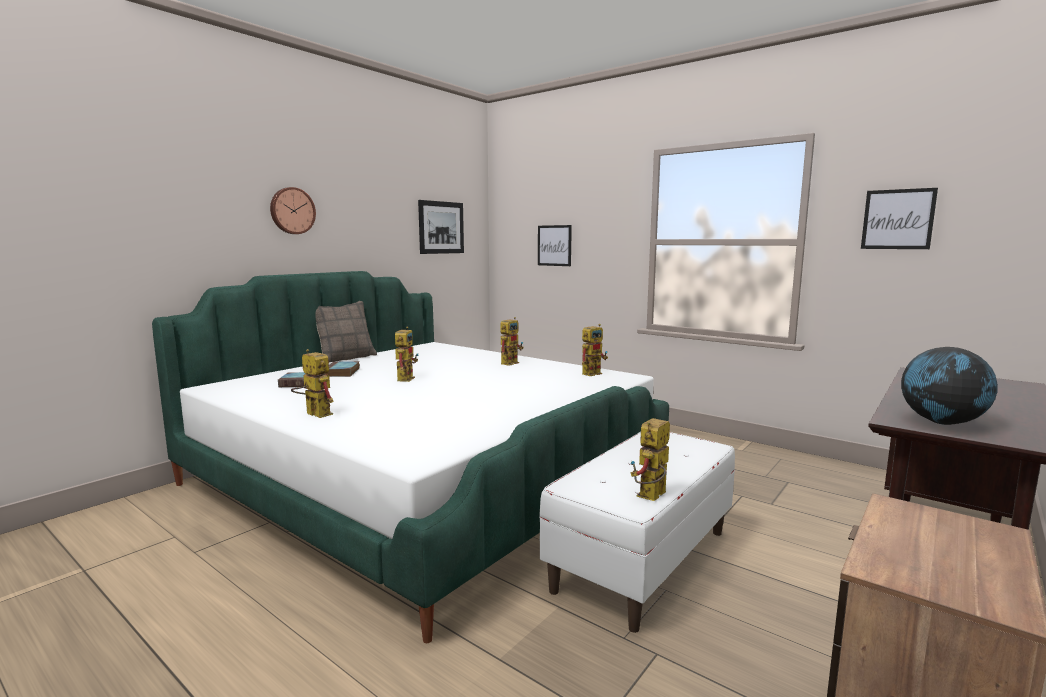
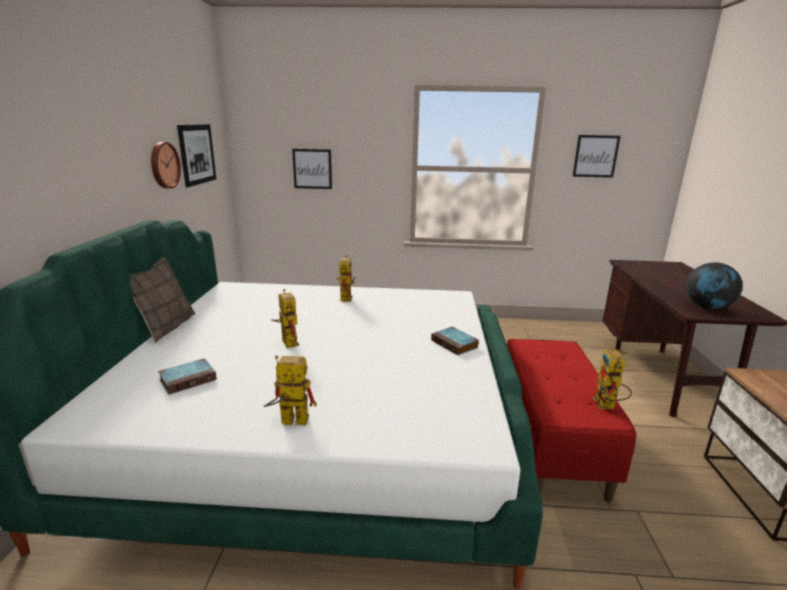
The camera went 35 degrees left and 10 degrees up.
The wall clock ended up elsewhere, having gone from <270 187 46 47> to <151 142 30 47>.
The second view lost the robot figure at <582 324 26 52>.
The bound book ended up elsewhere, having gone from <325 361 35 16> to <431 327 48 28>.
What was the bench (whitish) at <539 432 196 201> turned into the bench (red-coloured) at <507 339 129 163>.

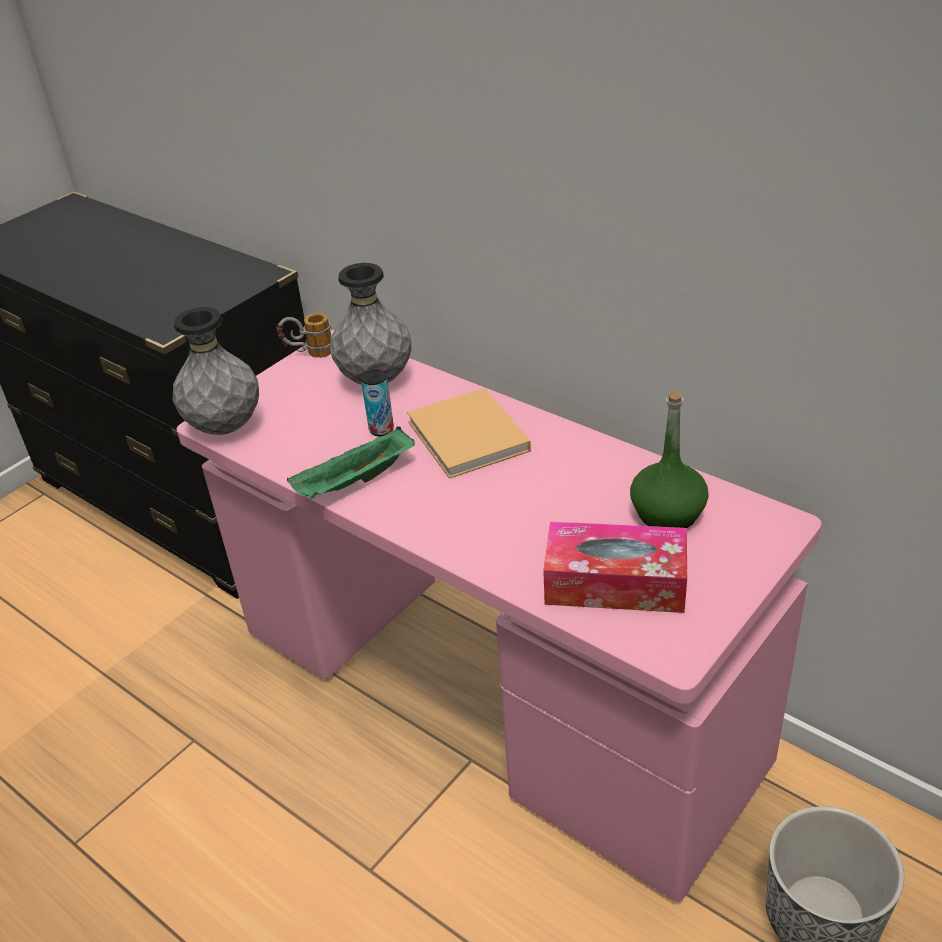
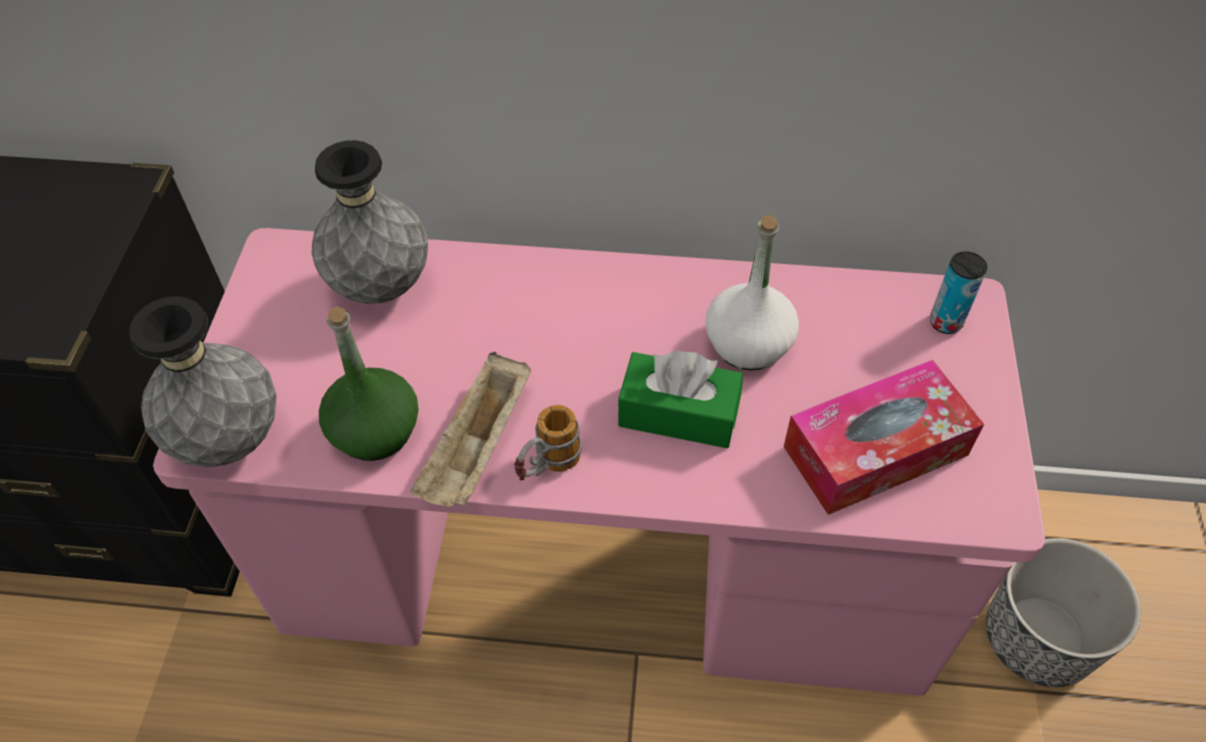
The camera went 35 degrees left and 15 degrees up.
The tea mug ended up elsewhere, having gone from <277 313 54 45> to <514 405 68 76>.
The metal can ended up elsewhere, having gone from <361 369 33 67> to <930 251 57 83>.
The second view lost the bound book (beige-coloured) at <407 388 124 91>.
The beverage bottle (green) ended up elsewhere, having gone from <630 390 79 138> to <319 306 100 155>.
What was the serving tray (green) at <287 427 128 72> turned into the serving tray (beige-coloured) at <410 352 121 155>.
The second view gained the beverage bottle (whitish) at <705 215 94 155>.
The second view gained the tissue holder (green) at <618 351 125 97>.

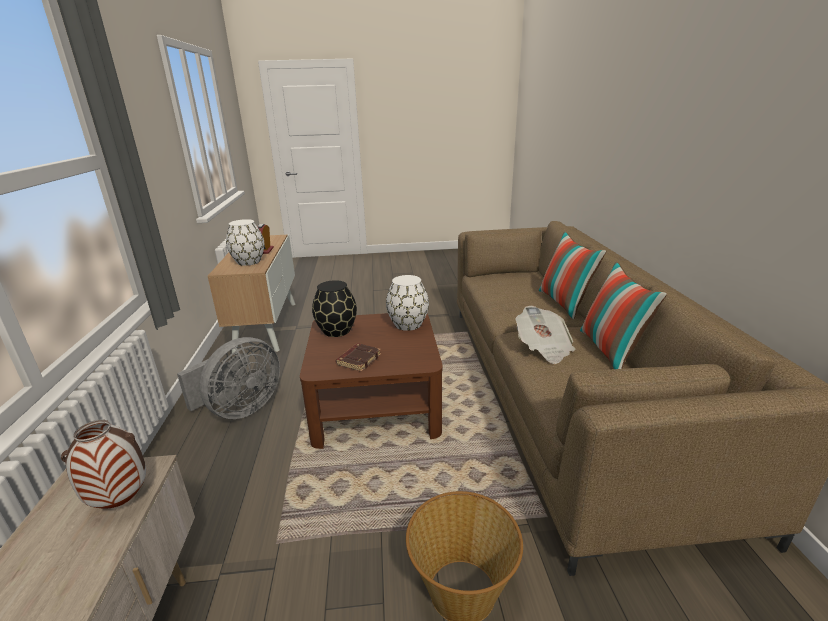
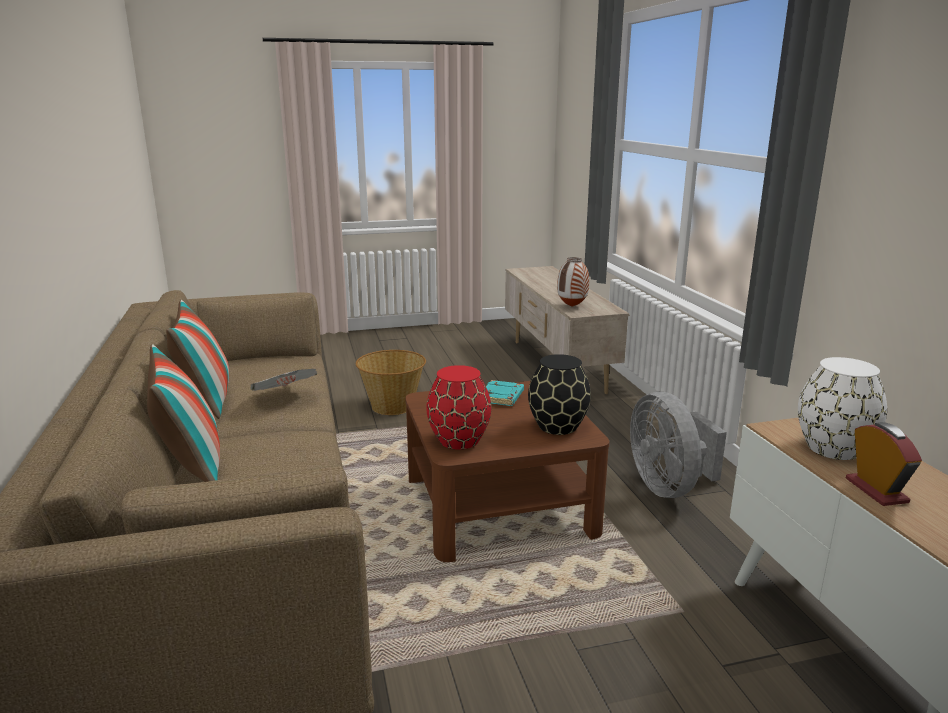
The camera went 170 degrees right and 5 degrees down.
What was the vase (whitish) at <386 275 43 56> turned into the vase (red-coloured) at <426 365 65 85>.
The electric fan (grey) at <177 337 103 82> ended up facing another way, 45 degrees counterclockwise from before.
What was the bound book (brownish) at <335 343 46 29> turned into the bound book (turquoise-coloured) at <486 380 38 26>.

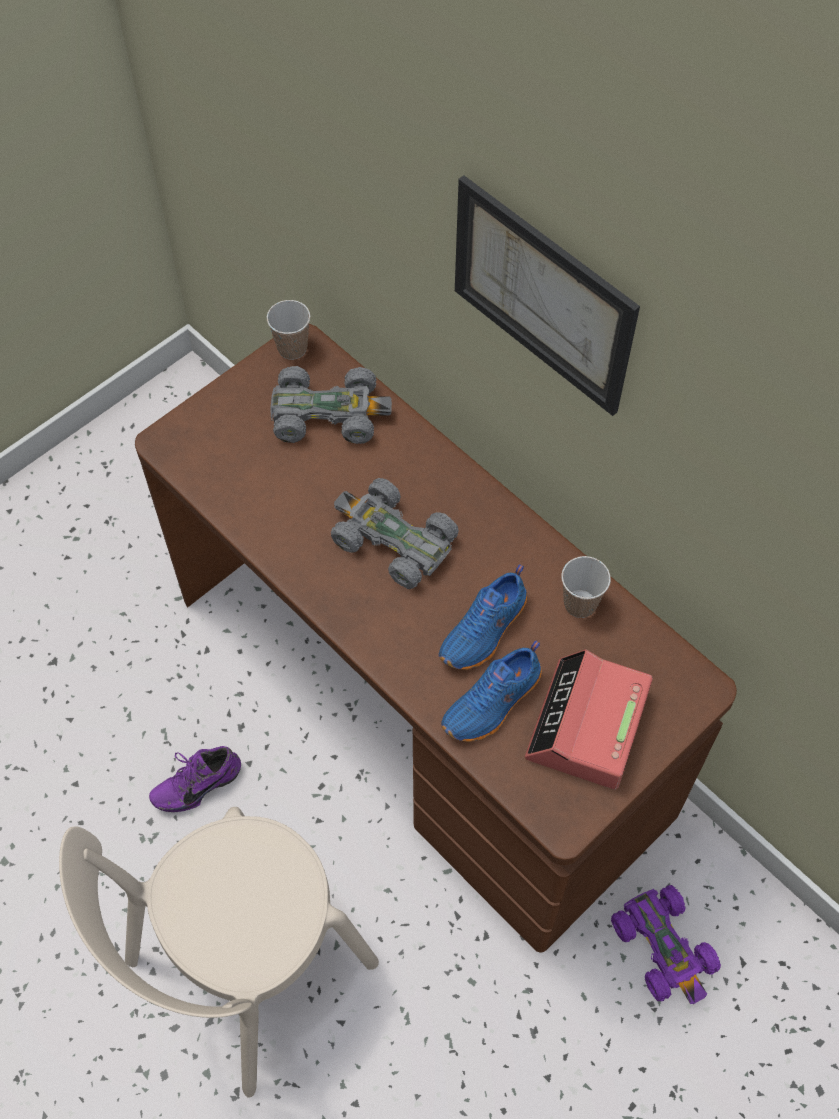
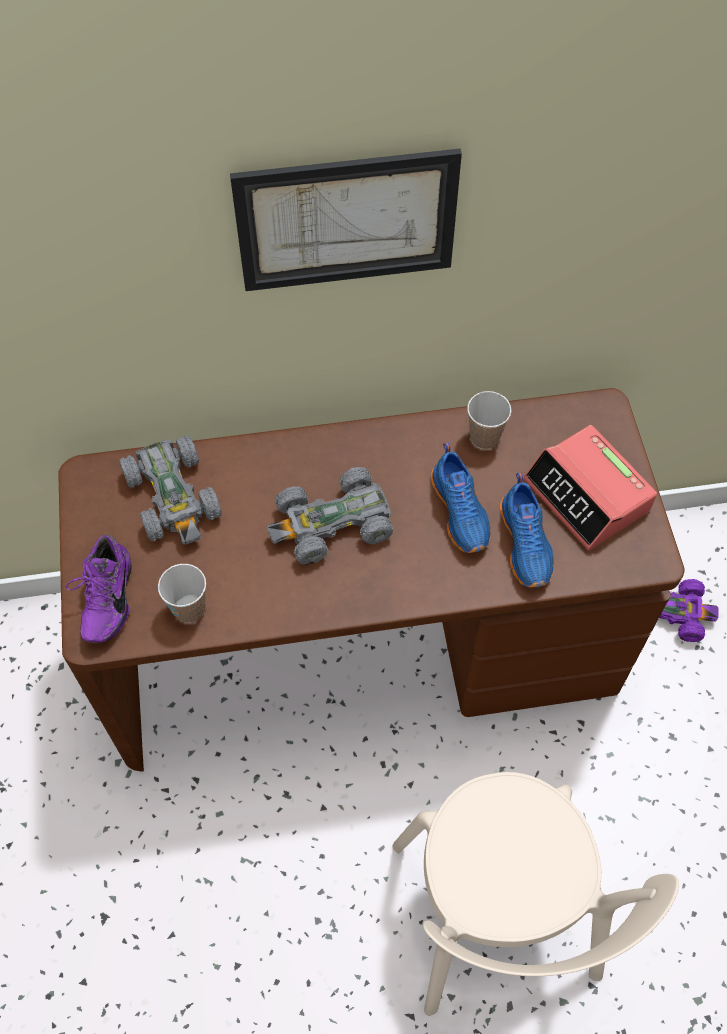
The camera went 55 degrees left and 0 degrees up.
The small cup ended up elsewhere, having gone from <267 300 43 60> to <158 564 48 59>.
The model car (grey) at <270 366 122 78> ended up facing another way, 120 degrees clockwise from before.
The low shoe (purple-coloured) ended up elsewhere, having gone from <149 746 92 66> to <65 535 67 108>.

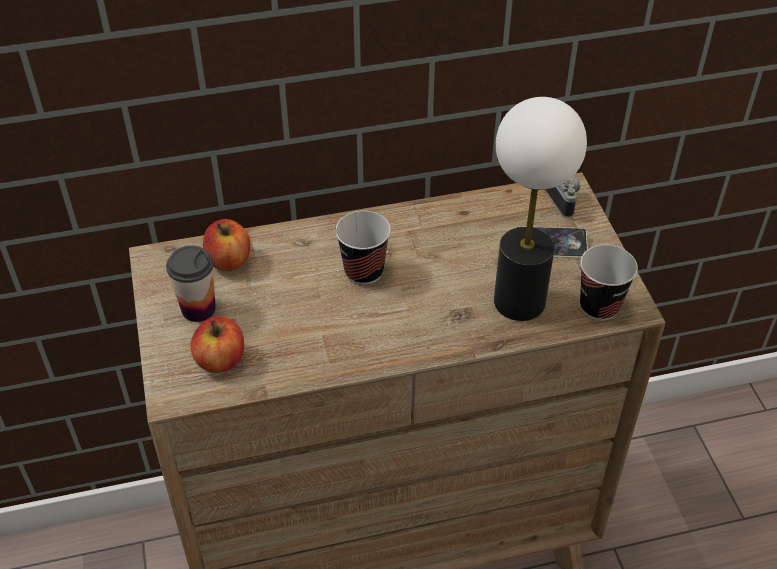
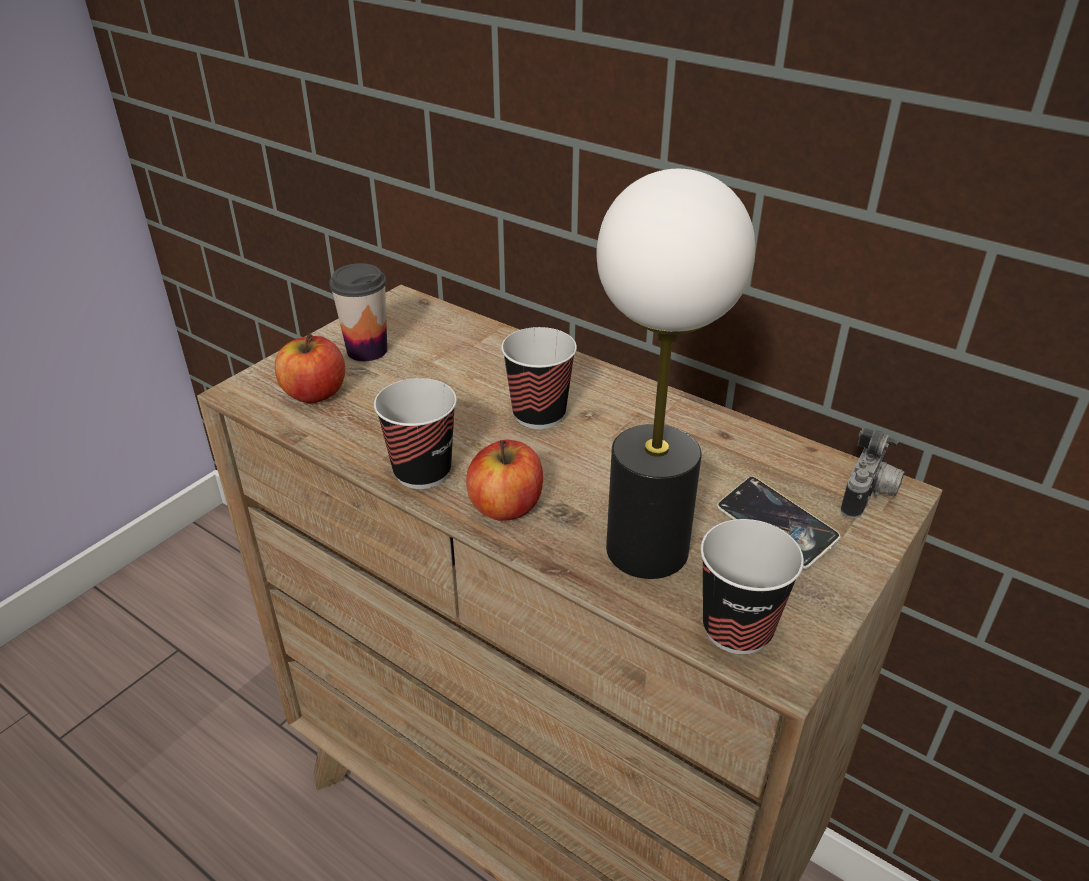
The camera went 50 degrees right and 10 degrees down.
The whole apple ended up elsewhere, having gone from <203 219 48 52> to <466 439 77 82>.
The second view gained the small cup at <374 378 83 111>.

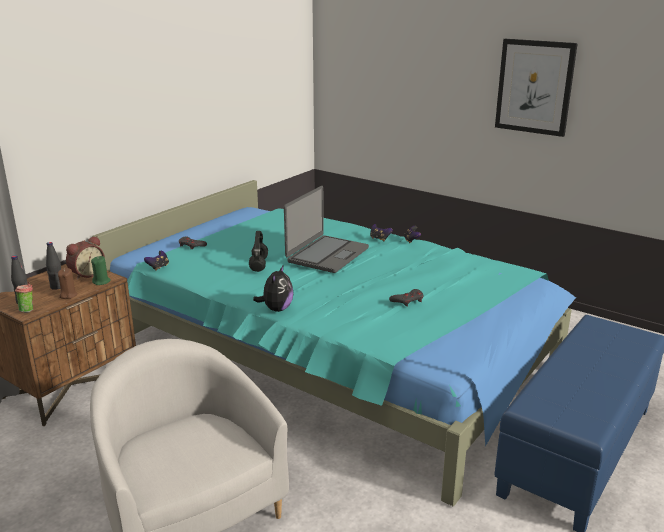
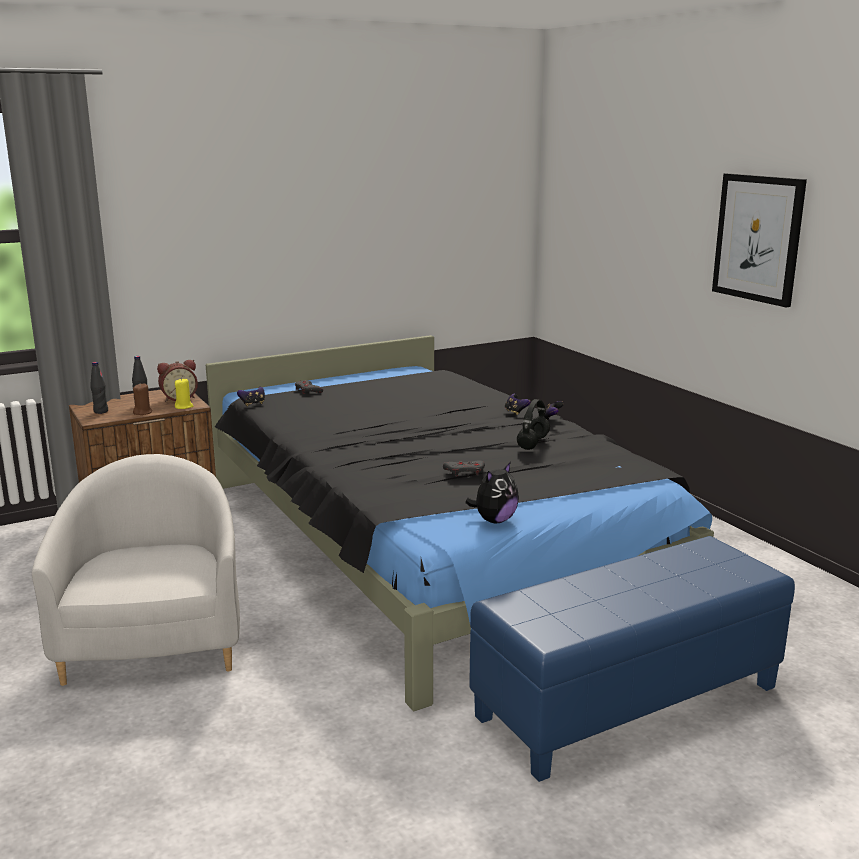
The camera went 25 degrees right and 5 degrees down.
What was the bed (turquoise-coloured) at <92 180 484 326> turned into the bed (black) at <206 335 508 376>.
The second view lost the laptop at <284 186 85 87>.
The headset (black) ended up elsewhere, having gone from <249 231 19 41> to <517 399 33 51>.
What was the wax candle (green) at <91 256 20 29> turned into the wax candle (yellow) at <175 378 18 31>.
The soft toy ended up elsewhere, having gone from <253 264 41 48> to <465 462 54 61>.
The second view lost the small cup at <15 282 18 31>.

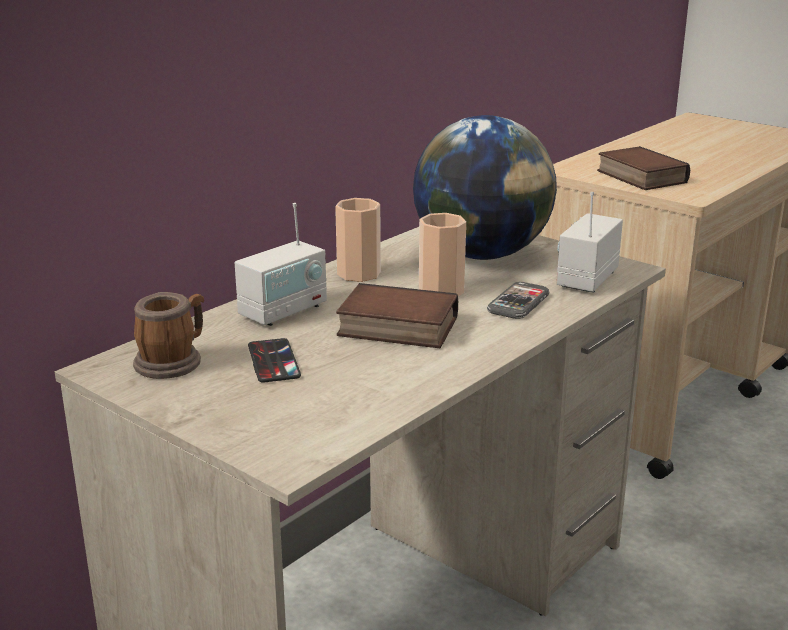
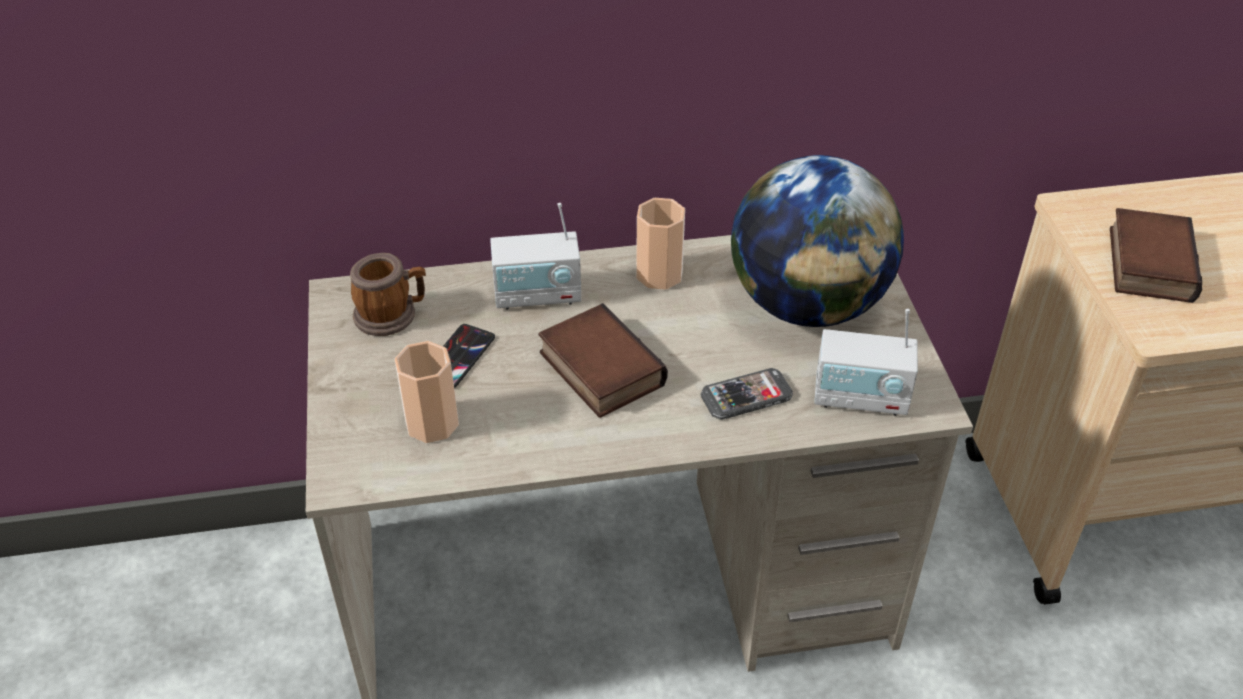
The camera went 40 degrees right and 20 degrees up.
The radio receiver at <557 192 66 101> ended up facing another way, 150 degrees counterclockwise from before.
The small cup ended up elsewhere, having gone from <419 213 47 84> to <394 341 65 102>.

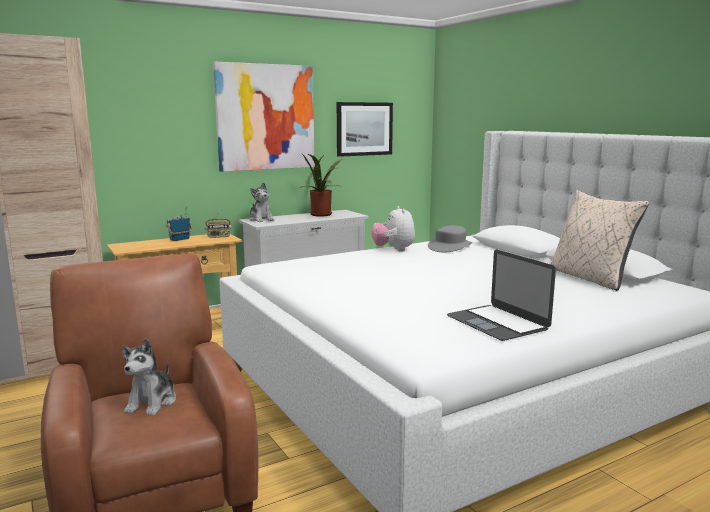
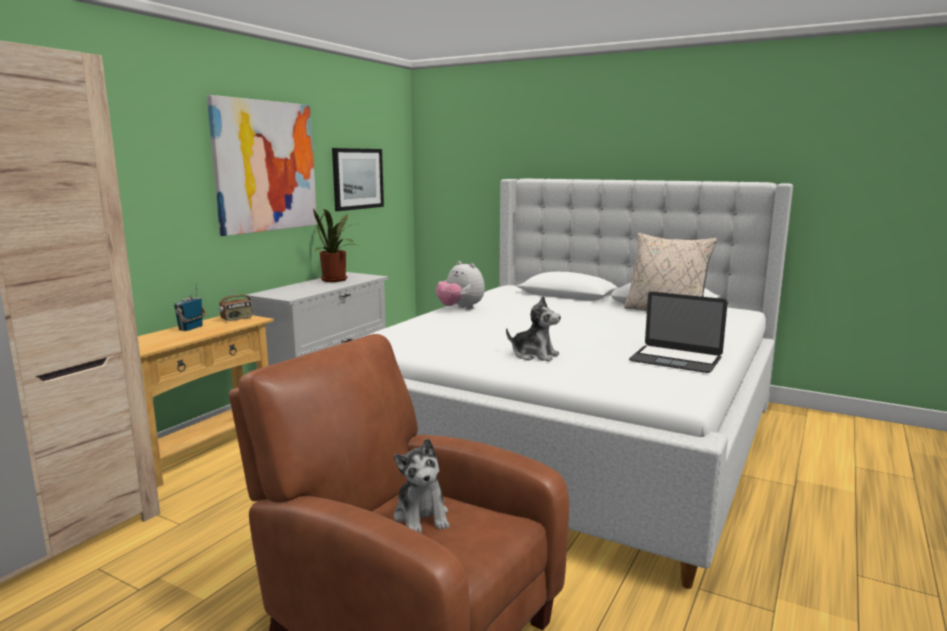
The camera went 30 degrees left and 0 degrees up.
The soft toy ended up elsewhere, having gone from <249 182 25 40> to <506 296 55 66>.
The second view lost the clothing hat (grey) at <428 225 44 27>.

